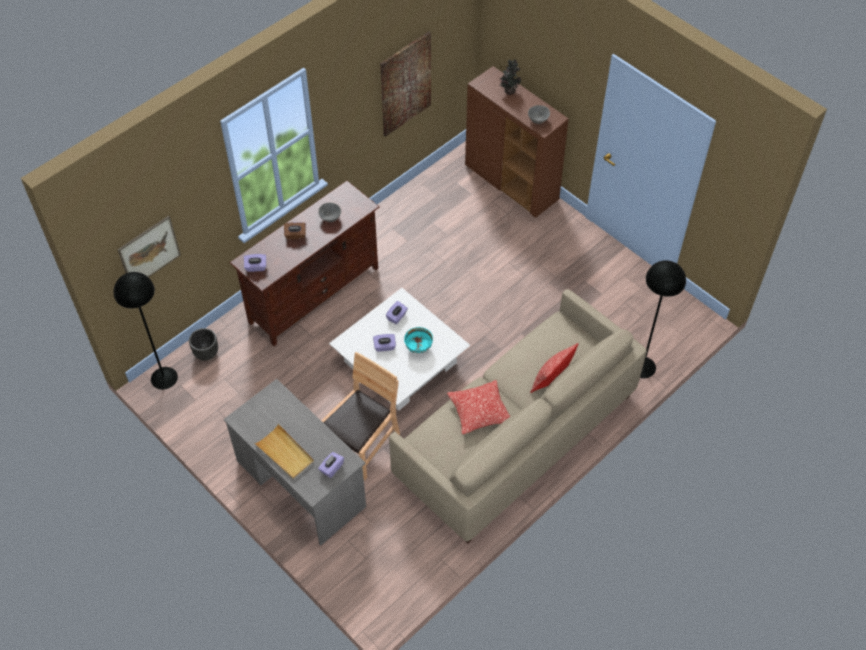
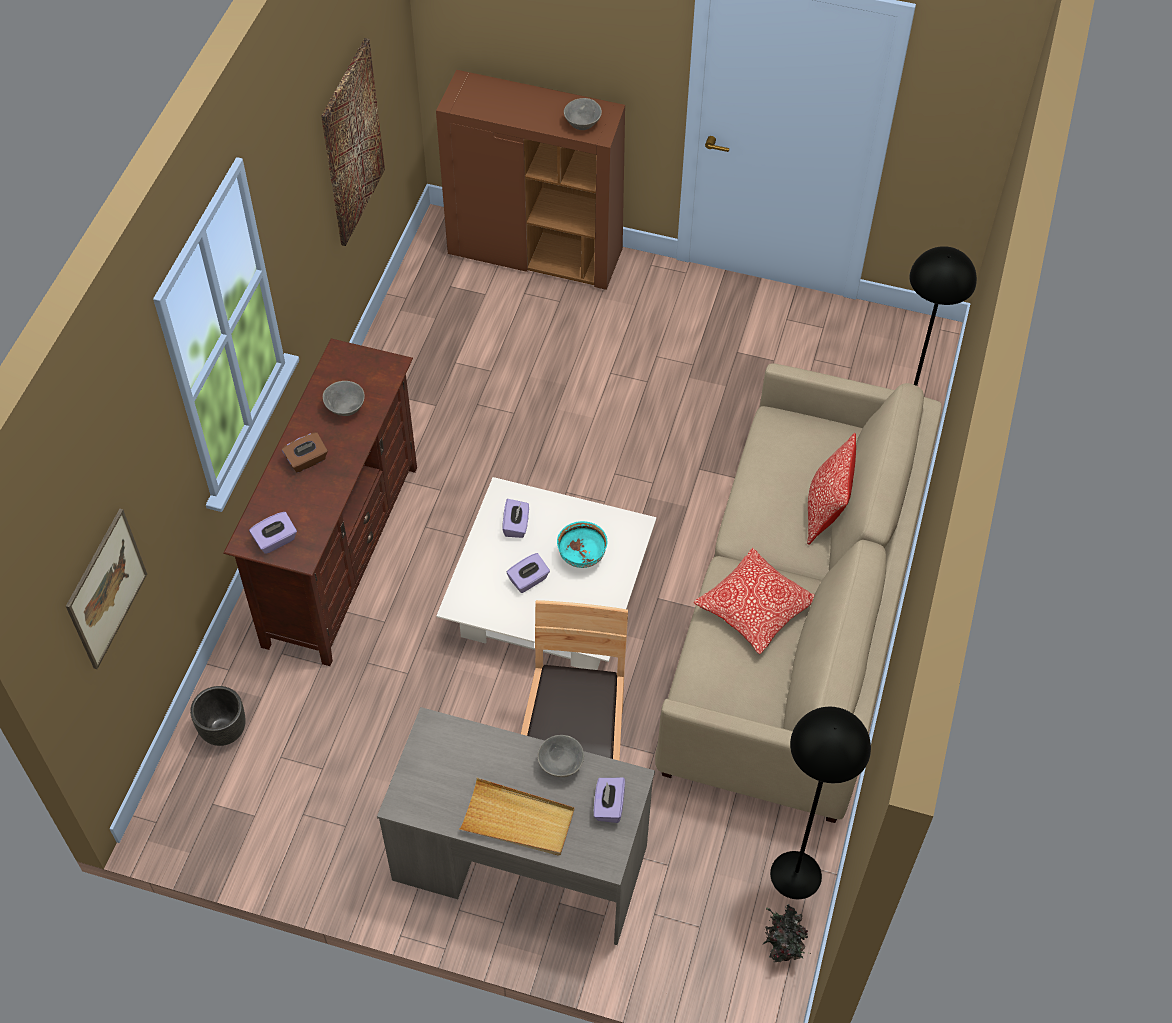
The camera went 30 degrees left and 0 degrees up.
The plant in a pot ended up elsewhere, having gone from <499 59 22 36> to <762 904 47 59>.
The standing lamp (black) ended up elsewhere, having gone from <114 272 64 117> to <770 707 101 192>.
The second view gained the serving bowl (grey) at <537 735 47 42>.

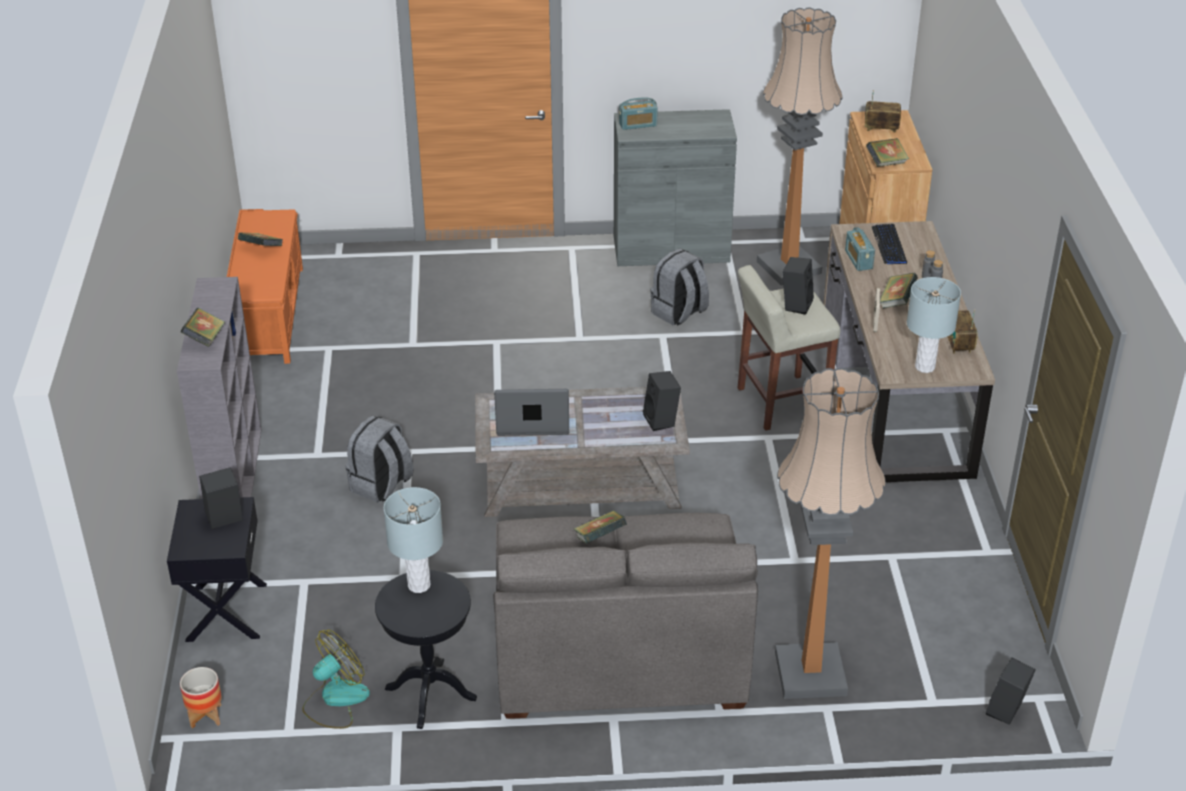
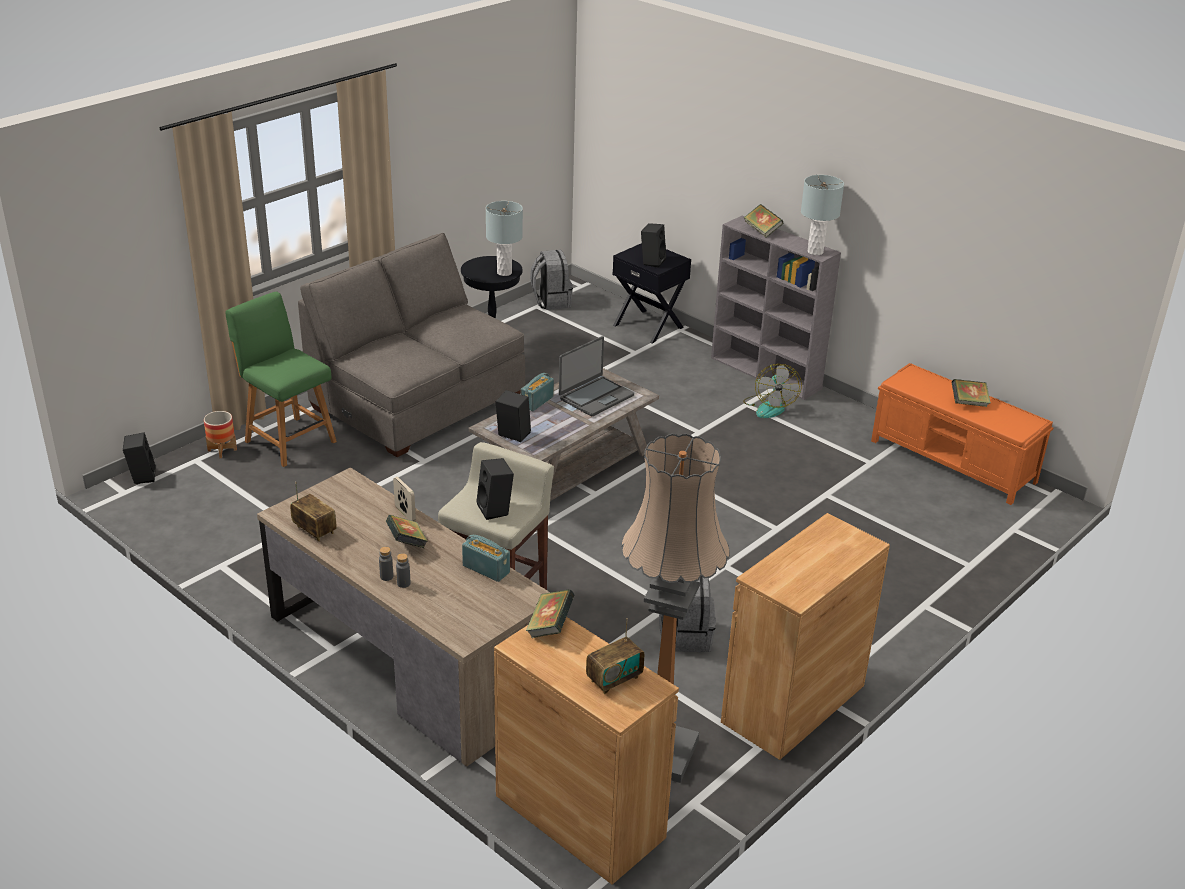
The camera went 135 degrees right and 5 degrees down.
The radio receiver ended up elsewhere, having gone from <619 97 39 33> to <521 373 33 38>.
What was the storage cabinet (grey) at <614 109 123 157> turned into the storage cabinet (brownish) at <721 513 169 247>.
The second view lost the keyboard at <872 224 35 40>.
The table lamp (grey) ended up elsewhere, having gone from <907 277 54 96> to <801 175 43 80>.
Where the standing lamp stood at <775 368 111 331>, the chair (green) came to stand at <225 292 112 175>.
The knapsack (grey) ended up elsewhere, having gone from <346 415 67 88> to <530 250 43 60>.
The second view lost the bound book at <574 510 53 34>.
The electric fan ended up elsewhere, having gone from <302 630 68 99> to <743 364 59 54>.
The planter ended up elsewhere, having gone from <180 667 42 61> to <204 411 33 47>.

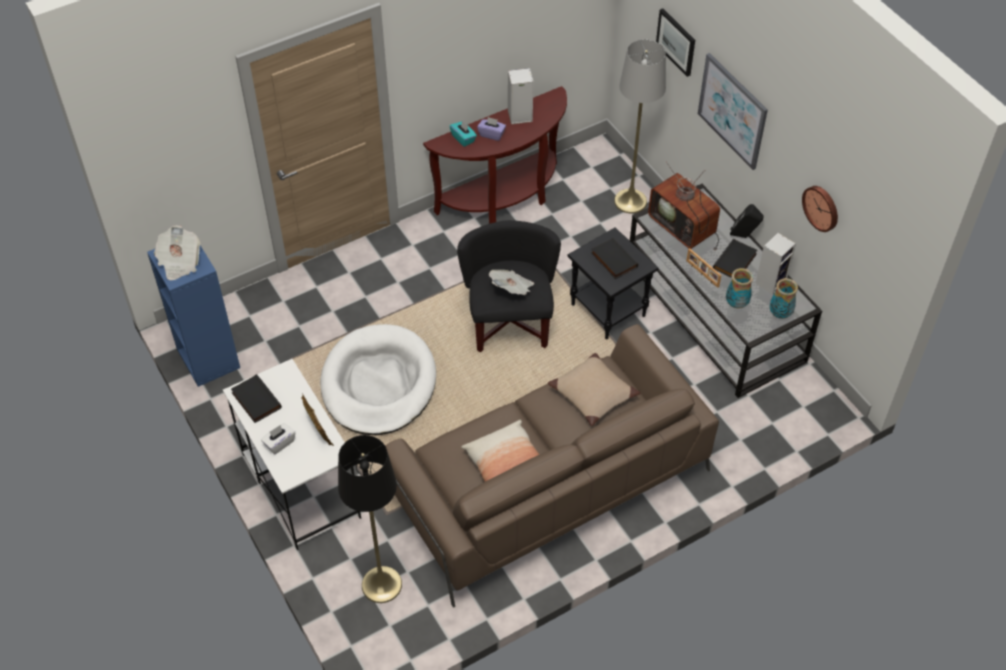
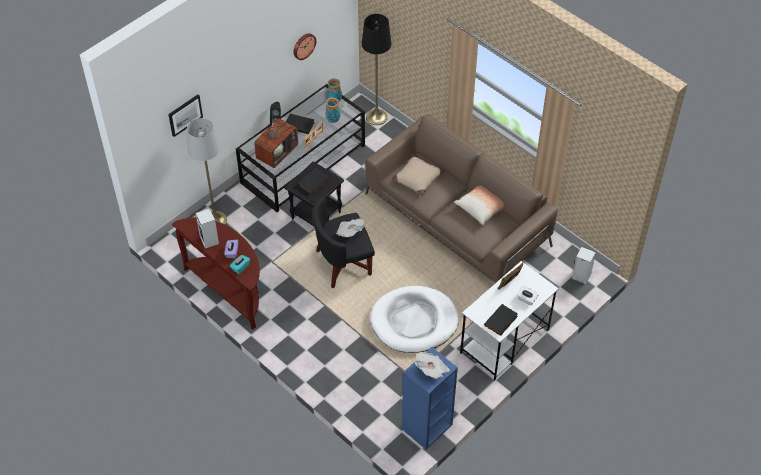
The camera went 105 degrees left and 0 degrees up.
The second view lost the wall art at <698 53 70 117>.
The audio speaker ended up elsewhere, having gone from <755 233 41 61> to <572 247 24 37>.
The standing lamp (black) ended up elsewhere, having gone from <338 435 64 168> to <362 14 29 111>.

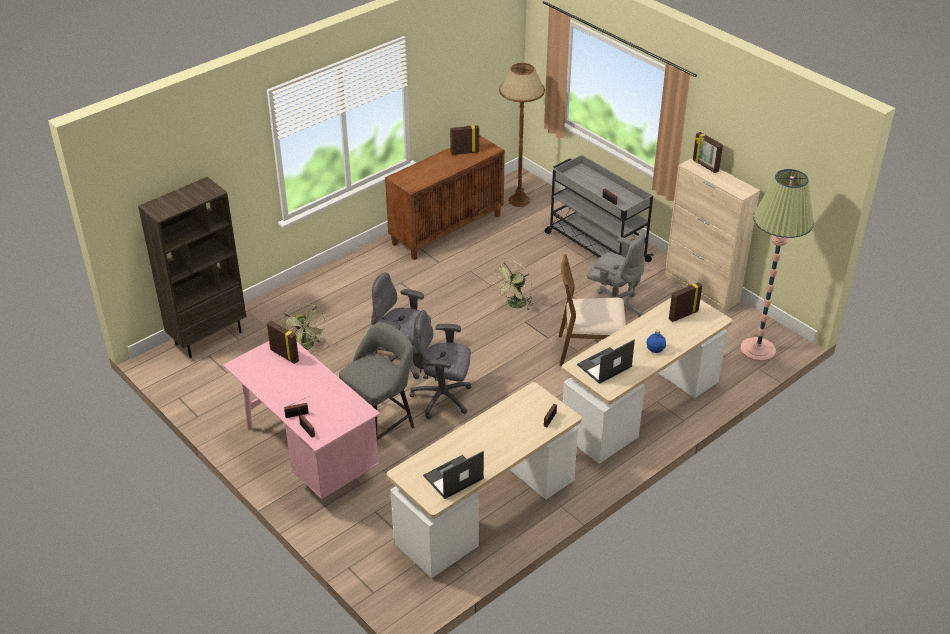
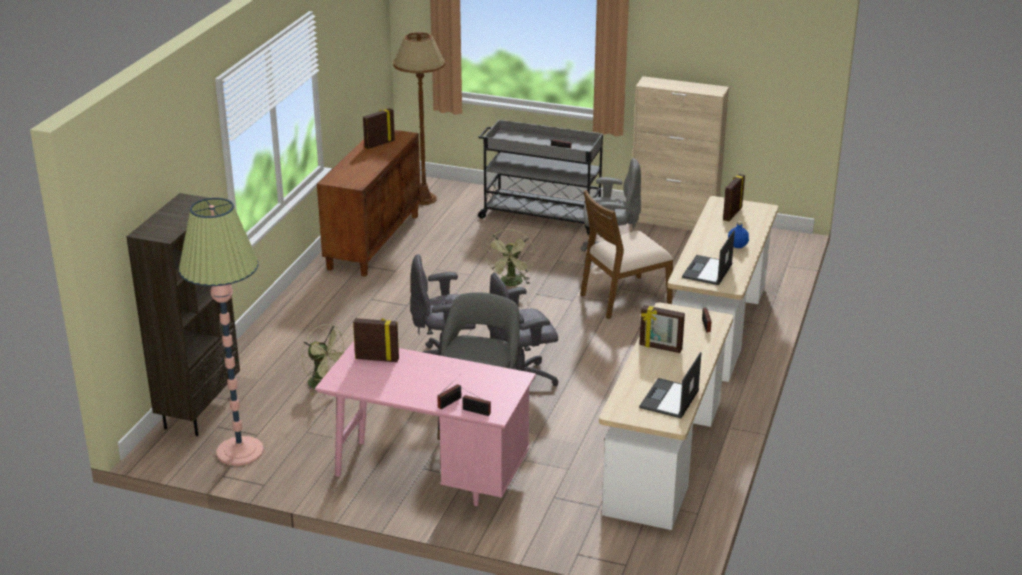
The camera went 30 degrees left and 10 degrees down.
The standing frame ended up elsewhere, having gone from <693 132 30 41> to <639 305 46 48>.
The standing lamp ended up elsewhere, having gone from <740 169 74 193> to <179 198 85 268>.

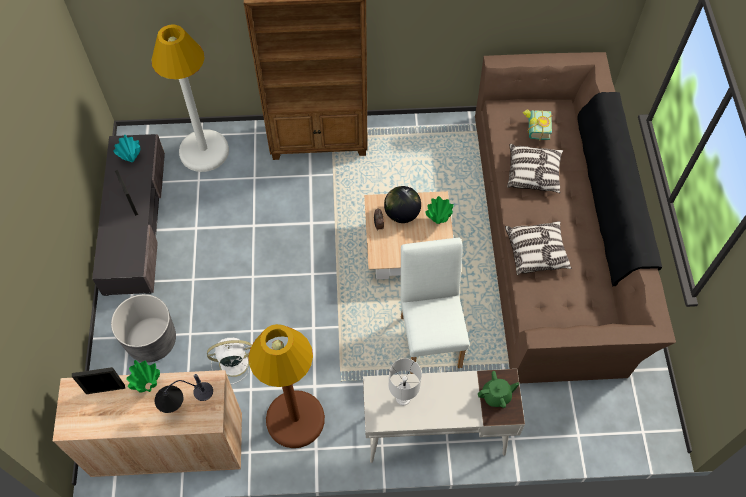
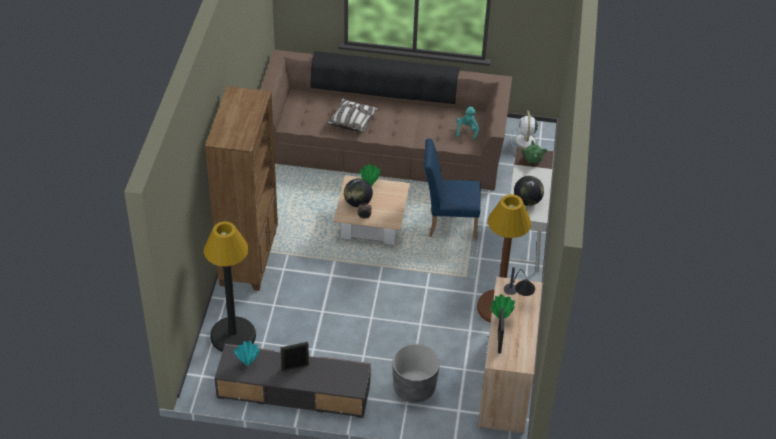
The camera went 80 degrees left and 15 degrees down.
What was the standing lamp (whitish) at <152 24 77 148> turned into the standing lamp (black) at <204 221 52 131>.
The second view lost the bound book at <523 110 29 31>.
The second view lost the throw pillow at <505 221 67 54>.
What was the chair (whitish) at <400 237 70 137> turned into the chair (blue-coloured) at <424 138 57 102>.
The electric fan (whitish) ended up elsewhere, having gone from <207 338 45 46> to <511 110 30 38>.
Where the table lamp (whitish) stood at <388 358 34 47>, the globe came to stand at <514 176 30 30>.
The second view gained the soft toy (turquoise-coloured) at <456 107 23 33>.

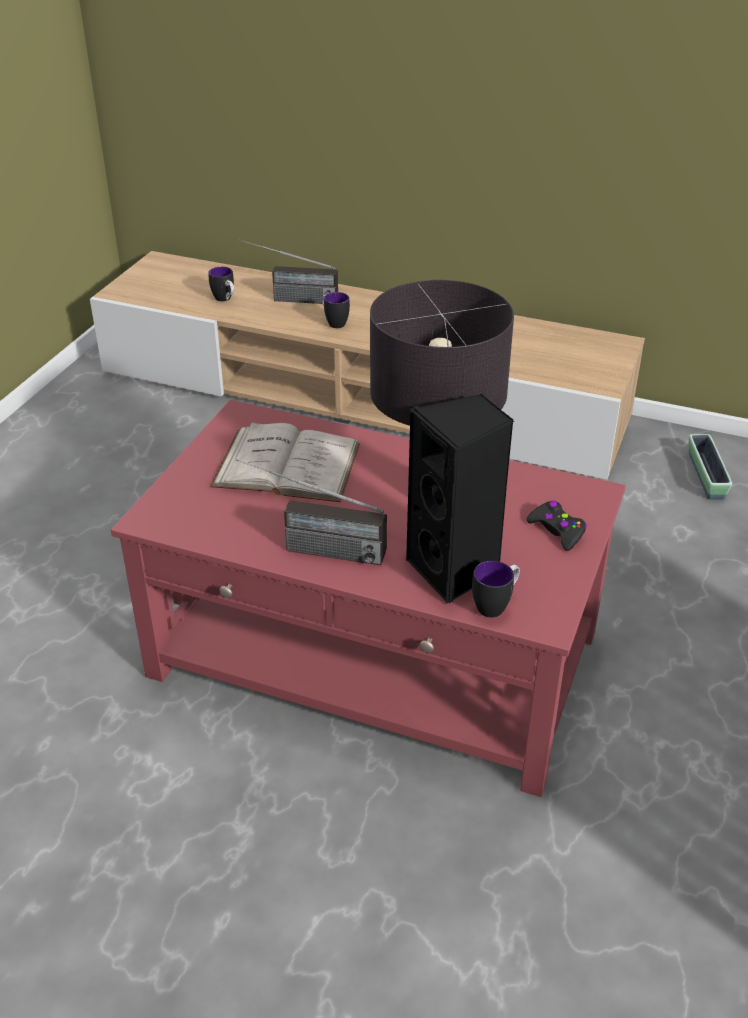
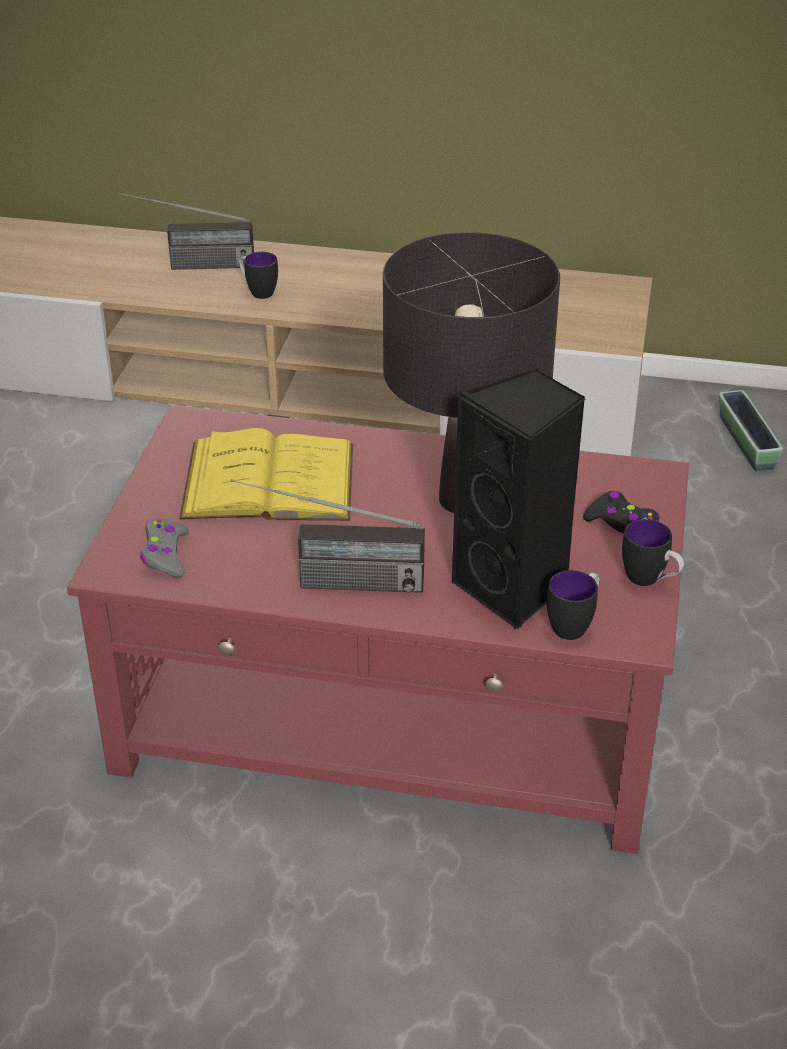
The camera went 10 degrees left and 0 degrees up.
The tea mug ended up elsewhere, having gone from <208 267 26 35> to <622 519 62 67>.
What was the bound book (whitish) at <210 422 150 80> turned into the bound book (yellow) at <179 428 174 93>.
The second view gained the gamepad (grey) at <140 518 49 60>.

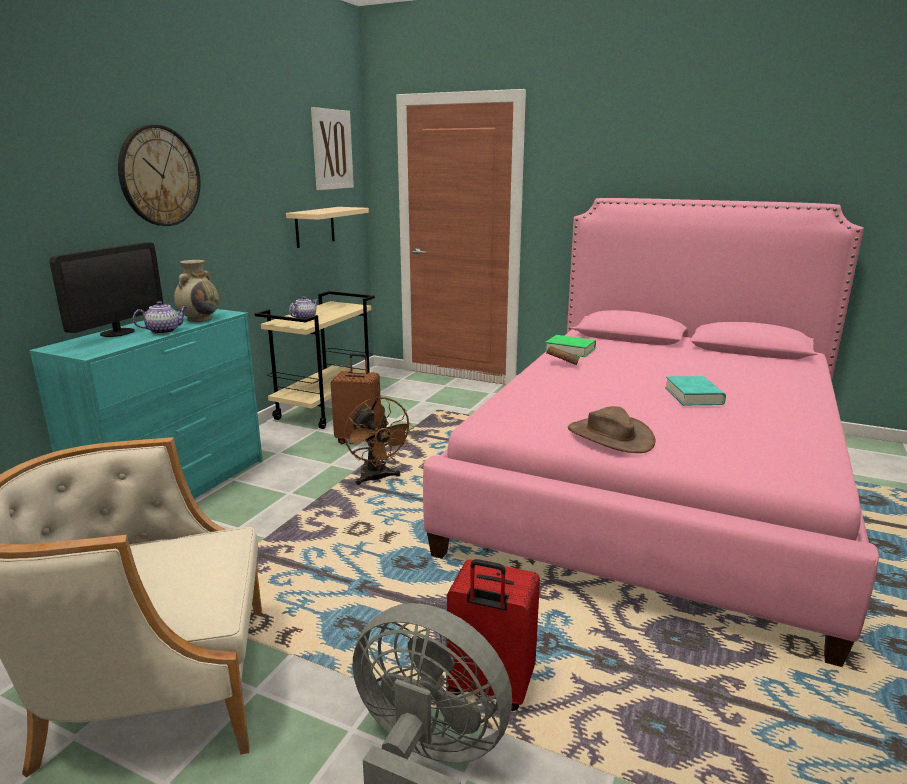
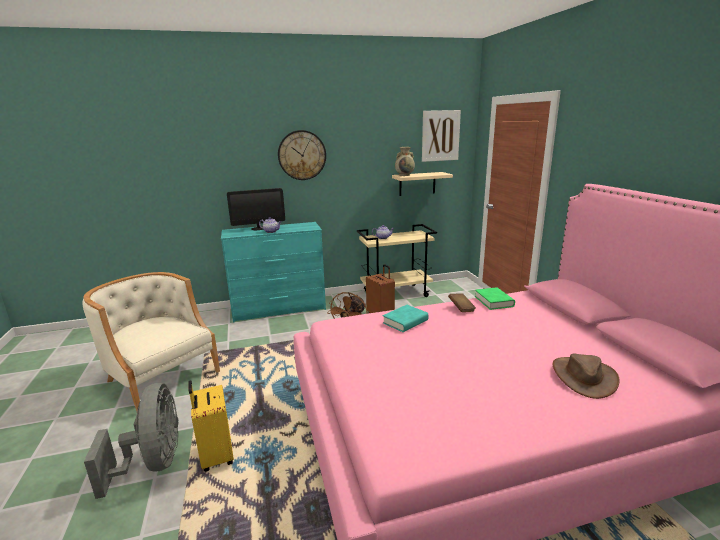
The camera went 50 degrees right and 0 degrees up.
The vase (beige-coloured) ended up elsewhere, having gone from <174 260 45 62> to <395 147 20 29>.
The bound book (turquoise-coloured) ended up elsewhere, having gone from <665 376 61 29> to <383 305 46 27>.
The clothing hat (brownish) ended up elsewhere, having gone from <568 406 88 47> to <553 353 66 46>.
What was the piece of luggage (red-coloured) at <447 559 93 152> turned into the piece of luggage (yellow) at <188 380 46 92>.

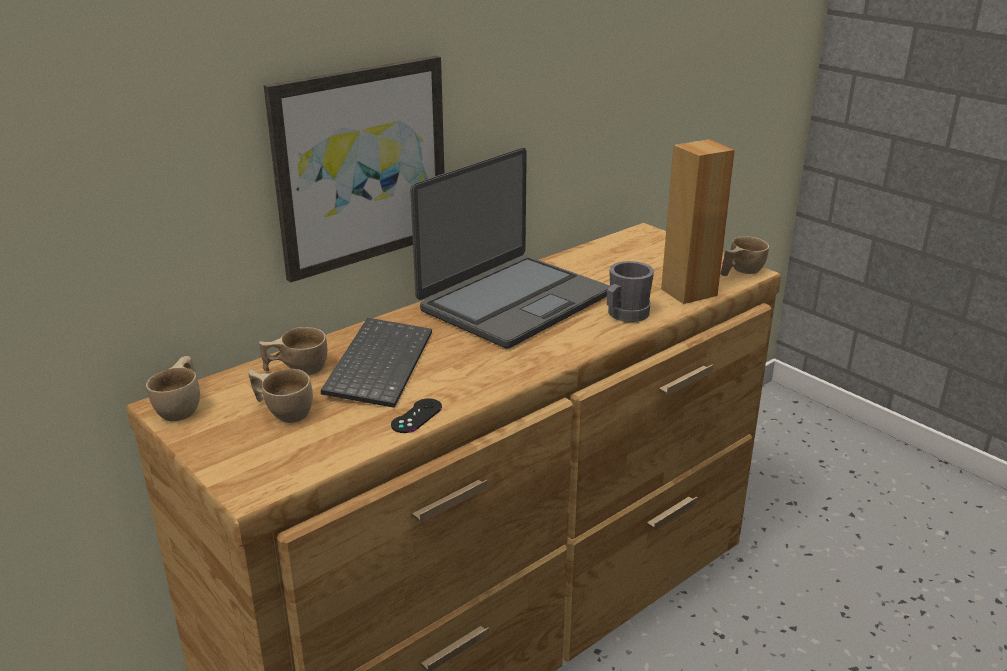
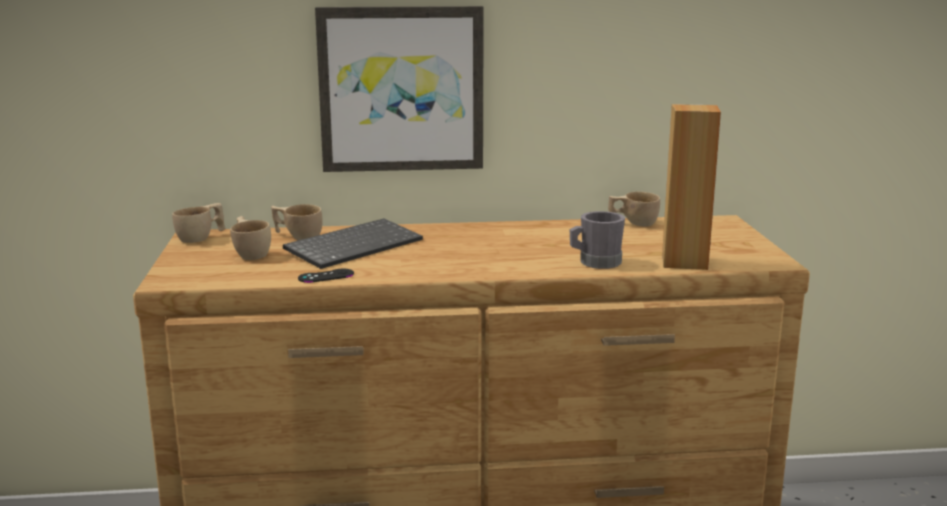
The camera went 35 degrees right and 10 degrees down.
The second view lost the laptop at <410 148 200 201>.
The small cup (beige-coloured) ended up elsewhere, having gone from <720 237 49 39> to <608 192 52 34>.

